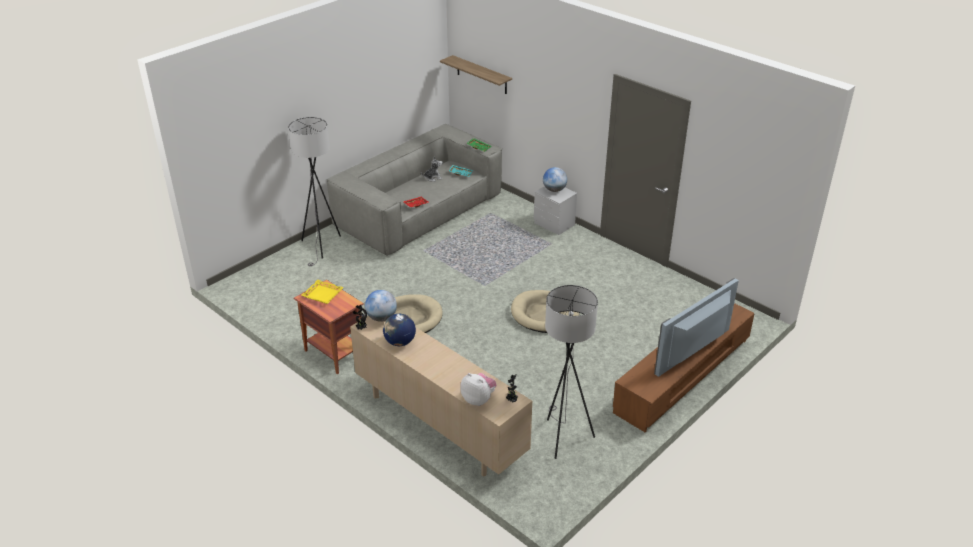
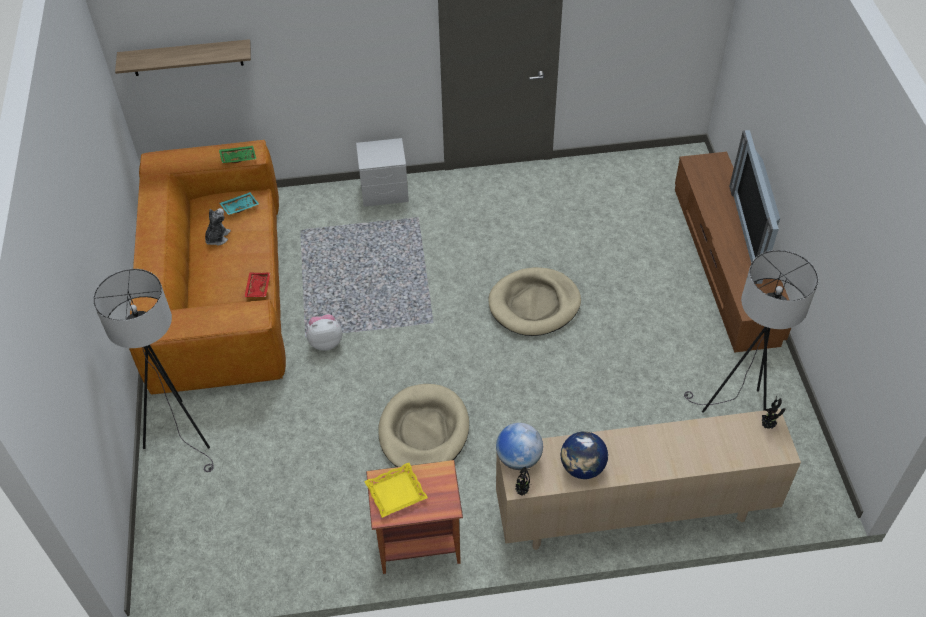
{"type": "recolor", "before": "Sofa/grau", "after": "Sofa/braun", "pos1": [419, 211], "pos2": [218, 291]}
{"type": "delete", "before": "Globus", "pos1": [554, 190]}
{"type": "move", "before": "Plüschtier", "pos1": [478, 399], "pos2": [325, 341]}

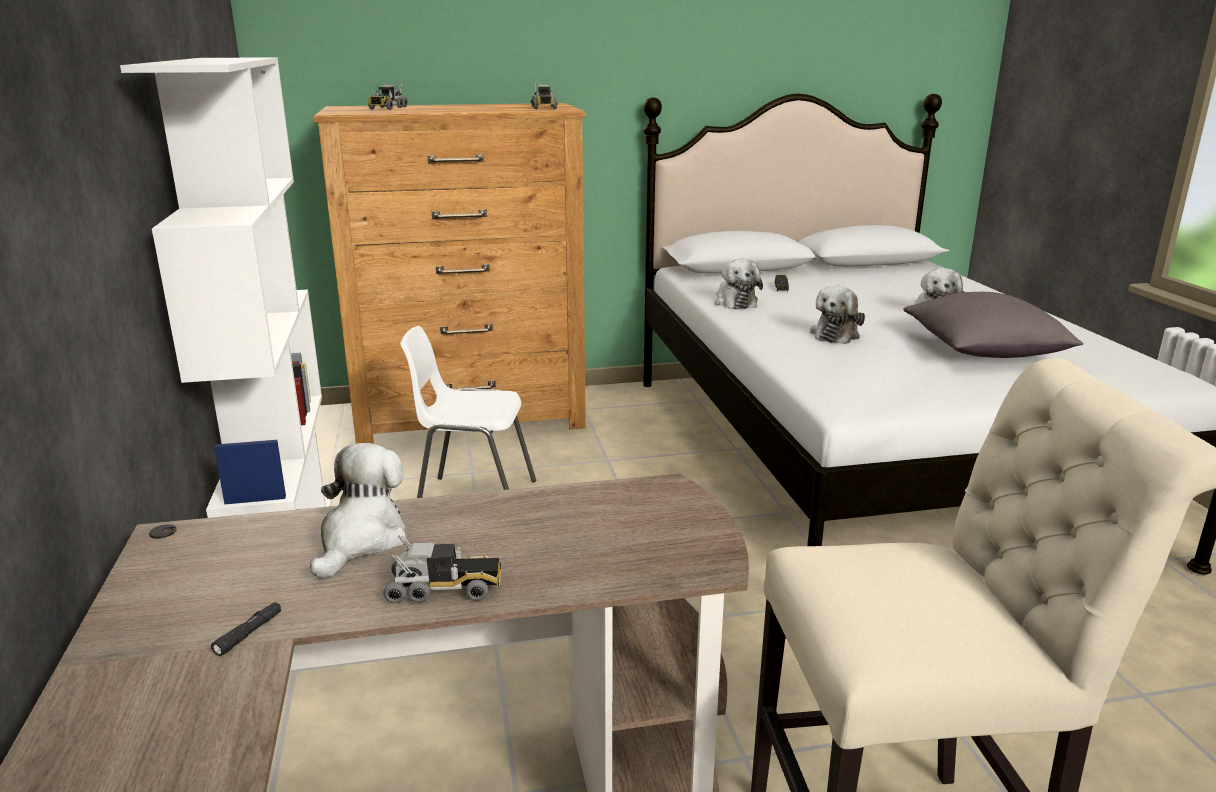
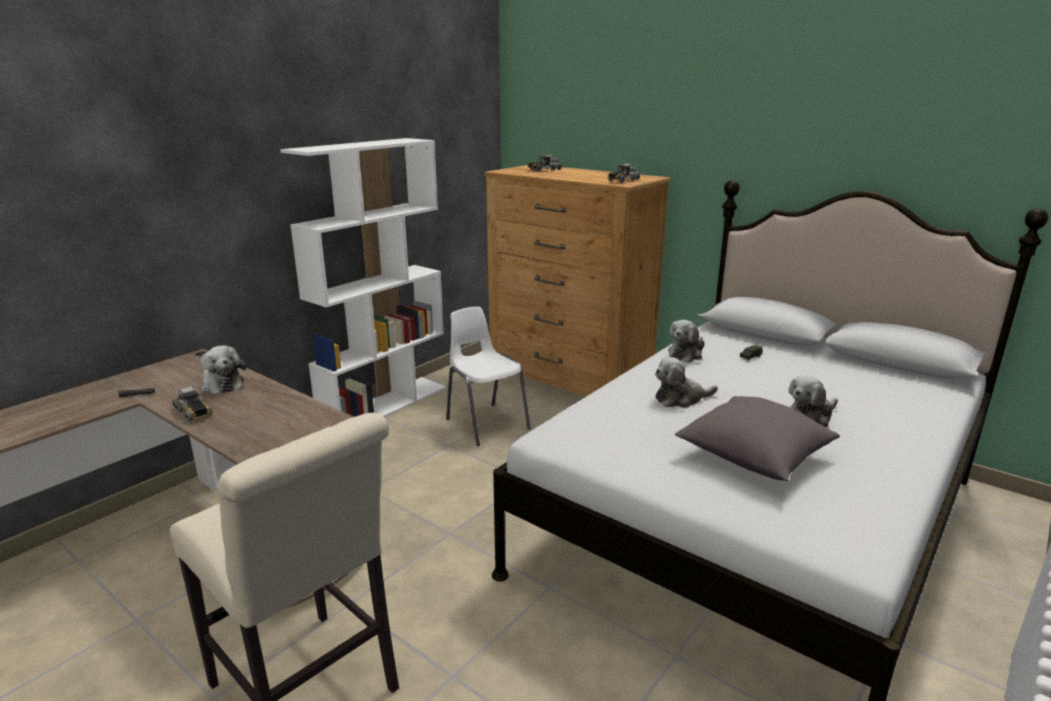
{"type": "rotate", "before": "Plüschtier", "pos1": [361, 540], "pos2": [222, 384], "turn": 75}

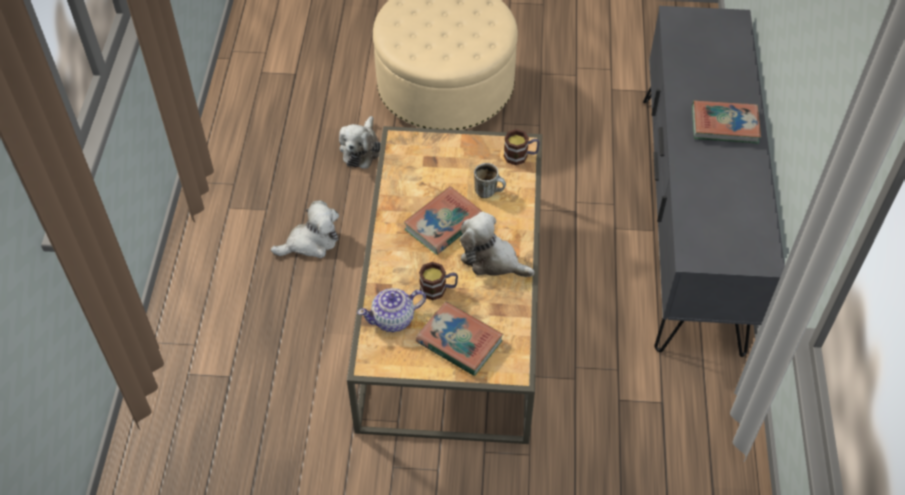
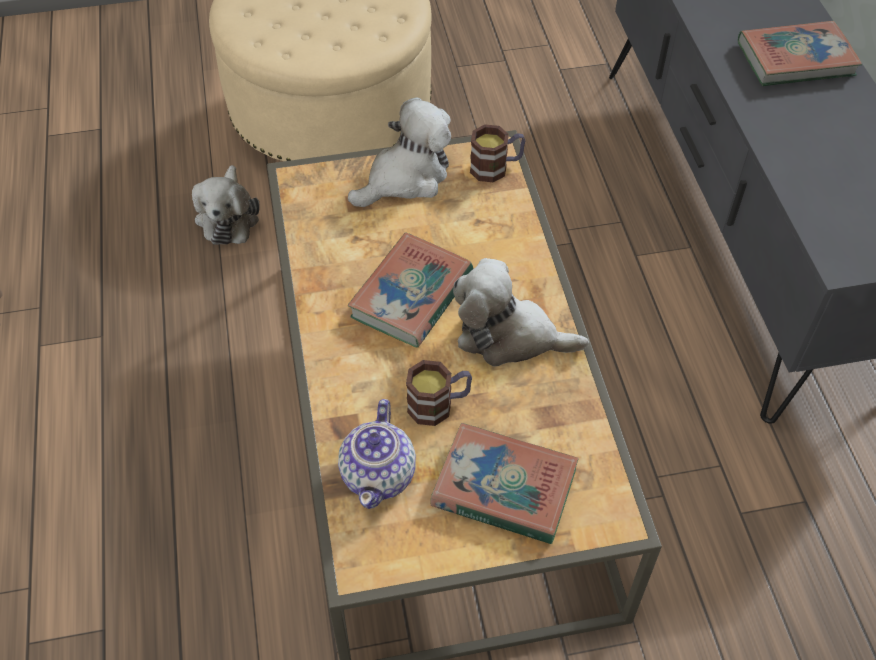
{"type": "delete", "before": "Henkelbecher", "pos1": [489, 192]}
{"type": "move", "before": "Plüschtier", "pos1": [311, 242], "pos2": [406, 178]}
{"type": "rotate", "before": "Teekanne", "pos1": [394, 319], "pos2": [379, 474], "turn": -45}

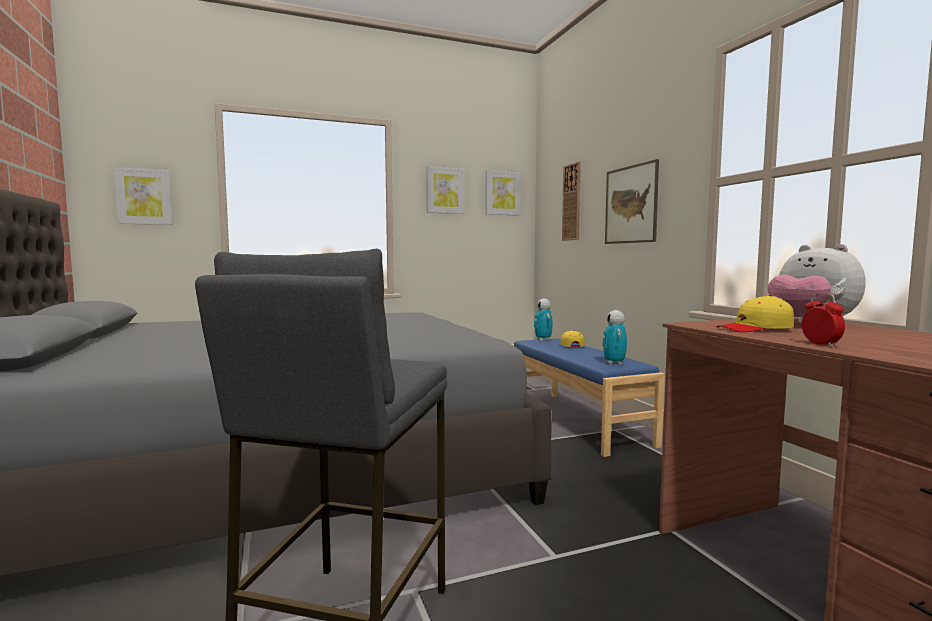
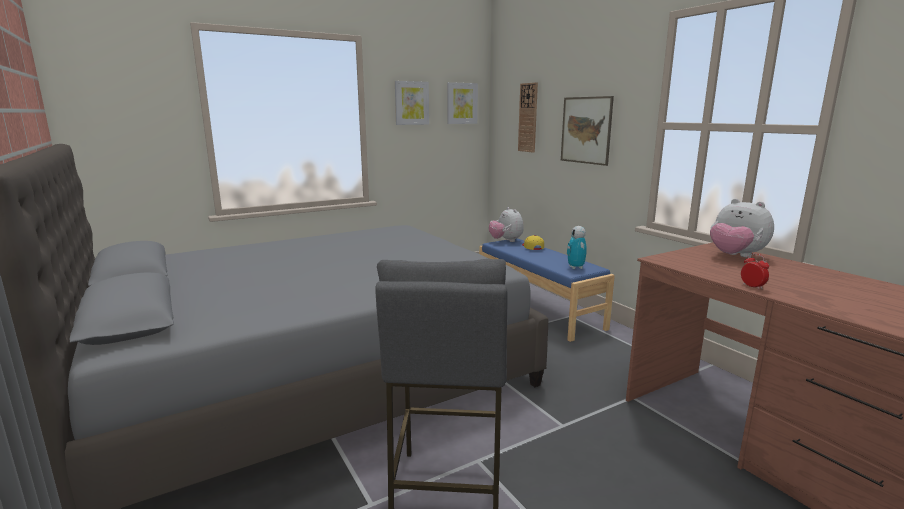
{"type": "delete", "before": "Bild", "pos1": [144, 197]}
{"type": "delete", "before": "Kappe/gelb", "pos1": [755, 329]}
{"type": "replace", "before": "Spielzeugroboter", "after": "Plüschtier", "pos1": [543, 340], "pos2": [506, 241]}

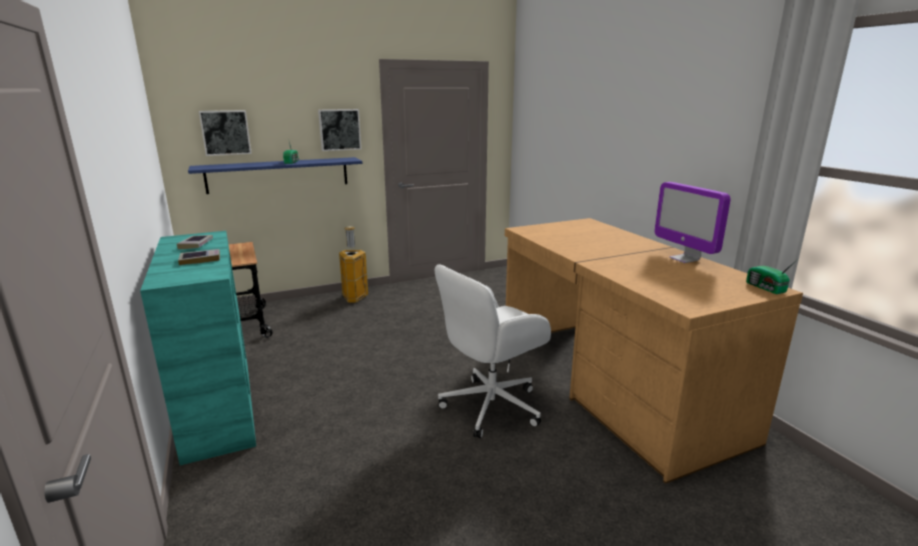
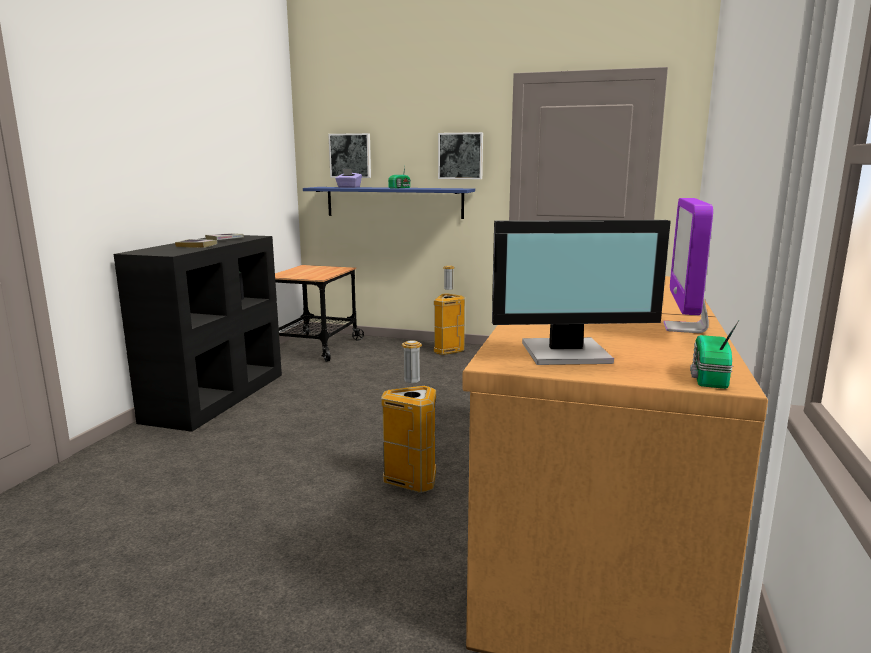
{"type": "recolor", "before": "Bücherregal/türkis", "after": "Bücherregal/schwarz", "pos1": [217, 407], "pos2": [215, 397]}
{"type": "replace", "before": "Bürostuhl/weiß", "after": "Mülleimer", "pos1": [491, 406], "pos2": [411, 481]}
{"type": "insert", "after": "Taschentuchbox/lila", "pos2": [348, 187]}
{"type": "insert", "after": "Monitor", "pos2": [568, 354]}

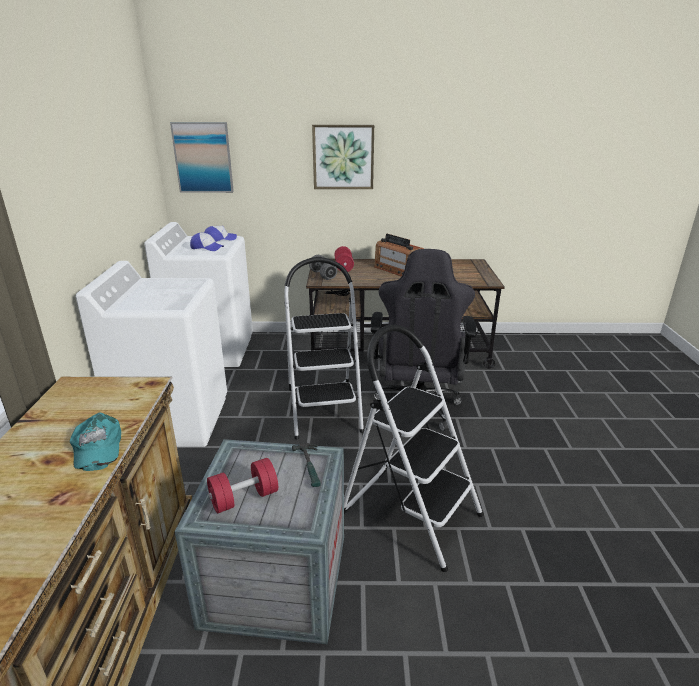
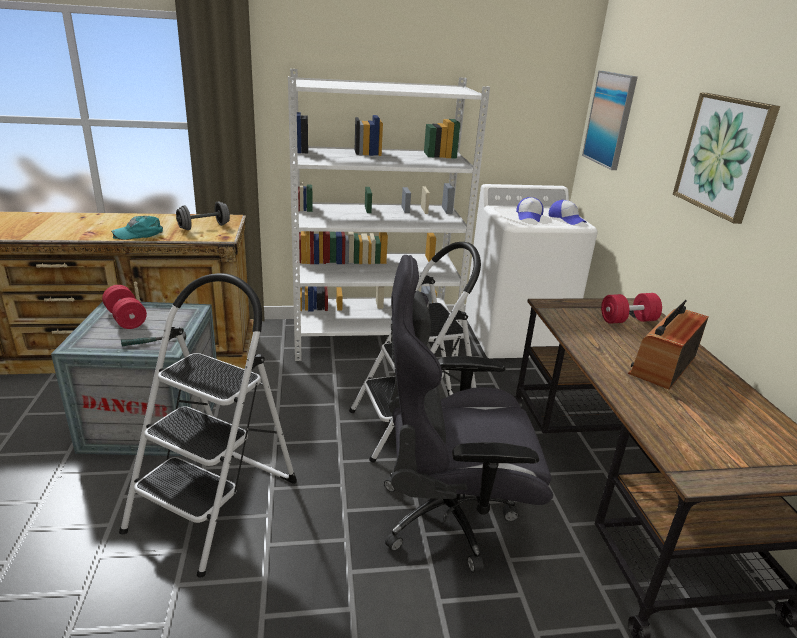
{"type": "move", "before": "Hantel/grau", "pos1": [323, 275], "pos2": [204, 227]}
{"type": "replace", "before": "Waschmaschine/weiß", "after": "Bücherregal/weiß", "pos1": [174, 419], "pos2": [374, 338]}

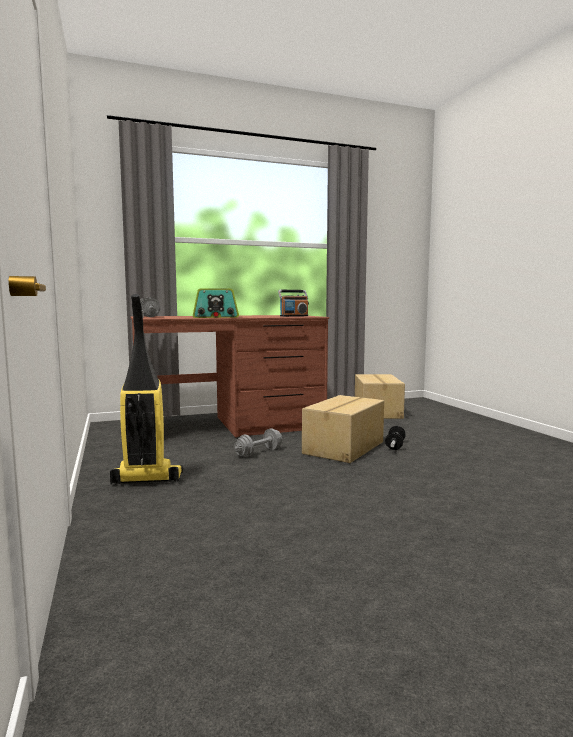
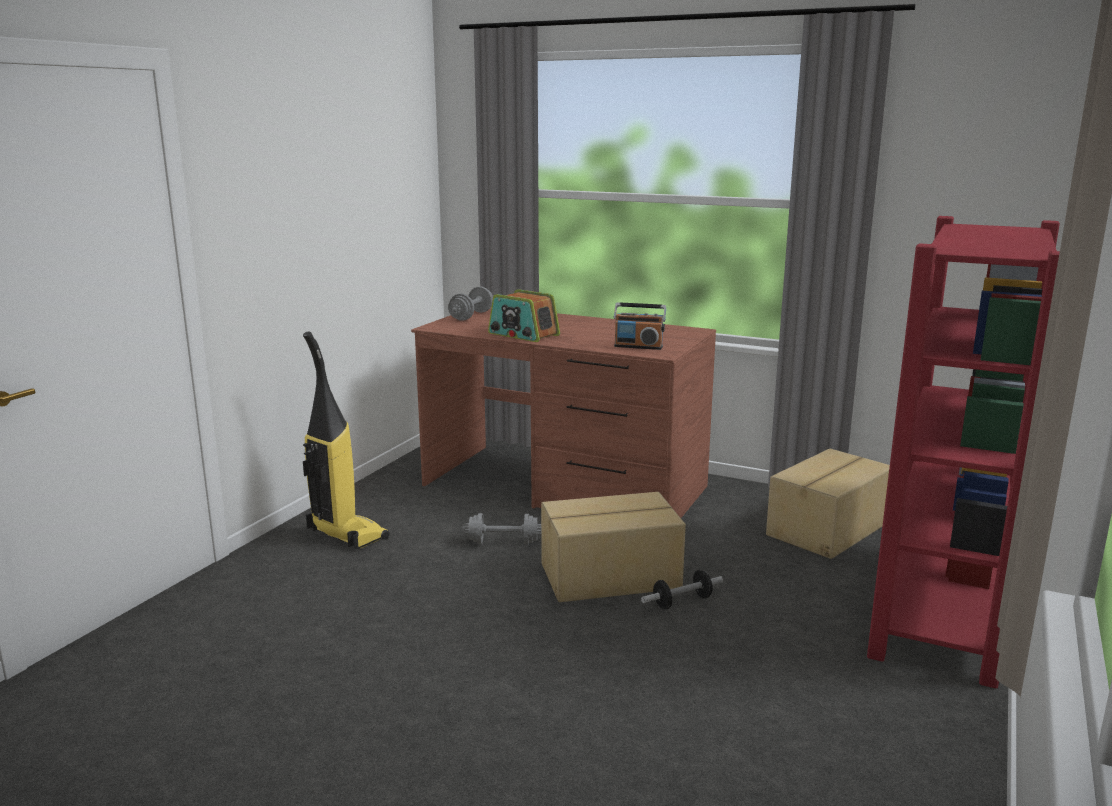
{"type": "insert", "after": "Bücherregal/rot", "pos2": [940, 610]}

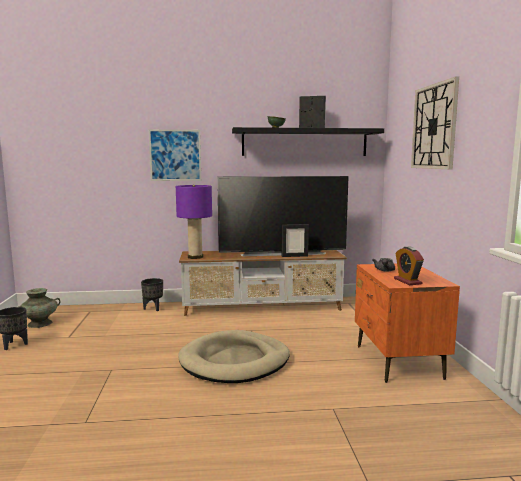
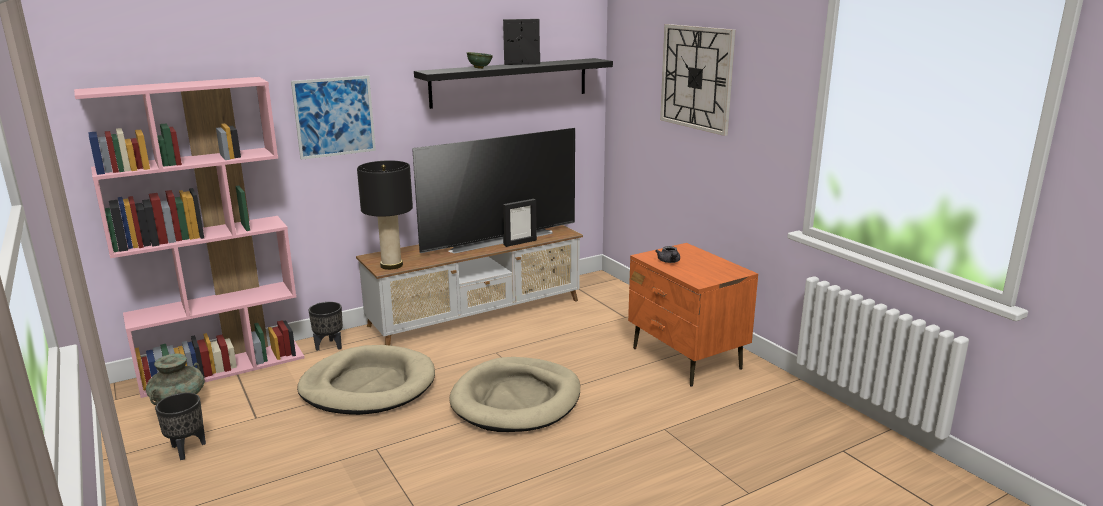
{"type": "recolor", "before": "Tischlampe/lila", "after": "Tischlampe/schwarz", "pos1": [195, 257], "pos2": [391, 265]}
{"type": "delete", "before": "Wecker", "pos1": [407, 281]}
{"type": "insert", "after": "Bücherregal/rosa", "pos2": [223, 367]}
{"type": "insert", "after": "Hundebett/beige", "pos2": [368, 386]}

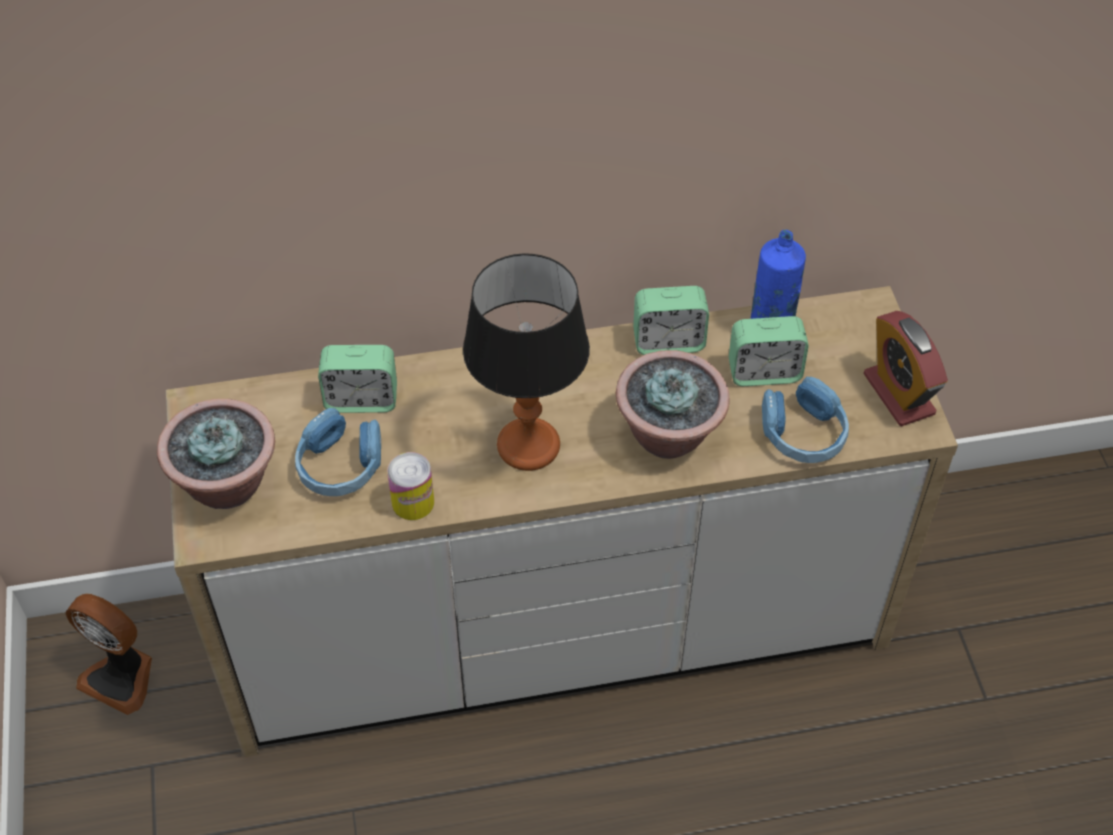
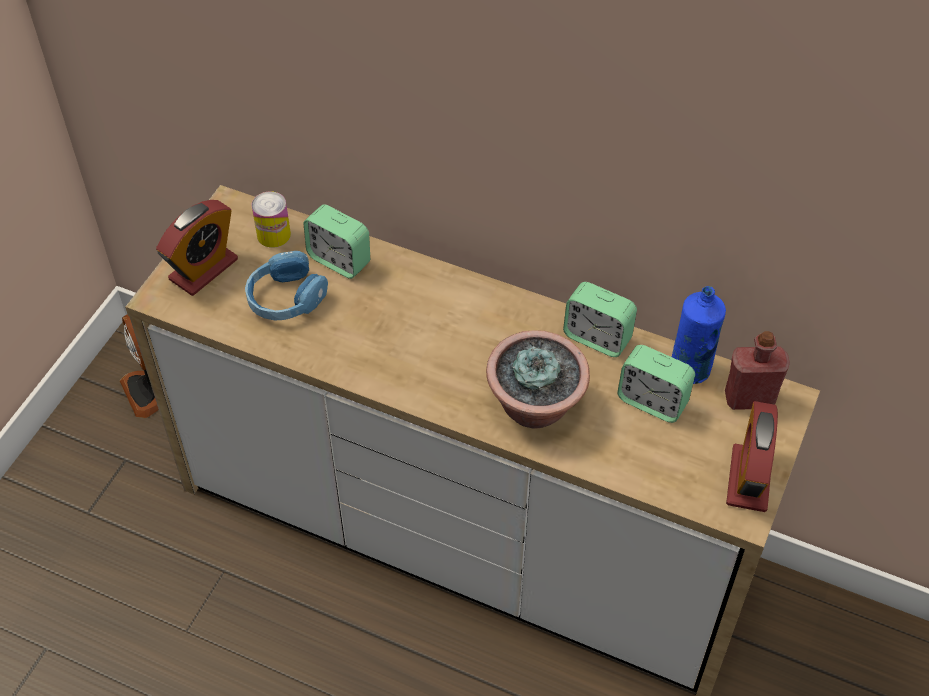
{"type": "delete", "before": "Tischlampe", "pos1": [529, 445]}
{"type": "delete", "before": "Kopfhörer/blau", "pos1": [803, 433]}
{"type": "replace", "before": "Topfpflanze", "after": "Wecker", "pos1": [227, 484], "pos2": [203, 269]}
{"type": "move", "before": "Dose", "pos1": [413, 502], "pos2": [273, 235]}
{"type": "insert", "after": "Flasche/rot", "pos2": [749, 398]}

